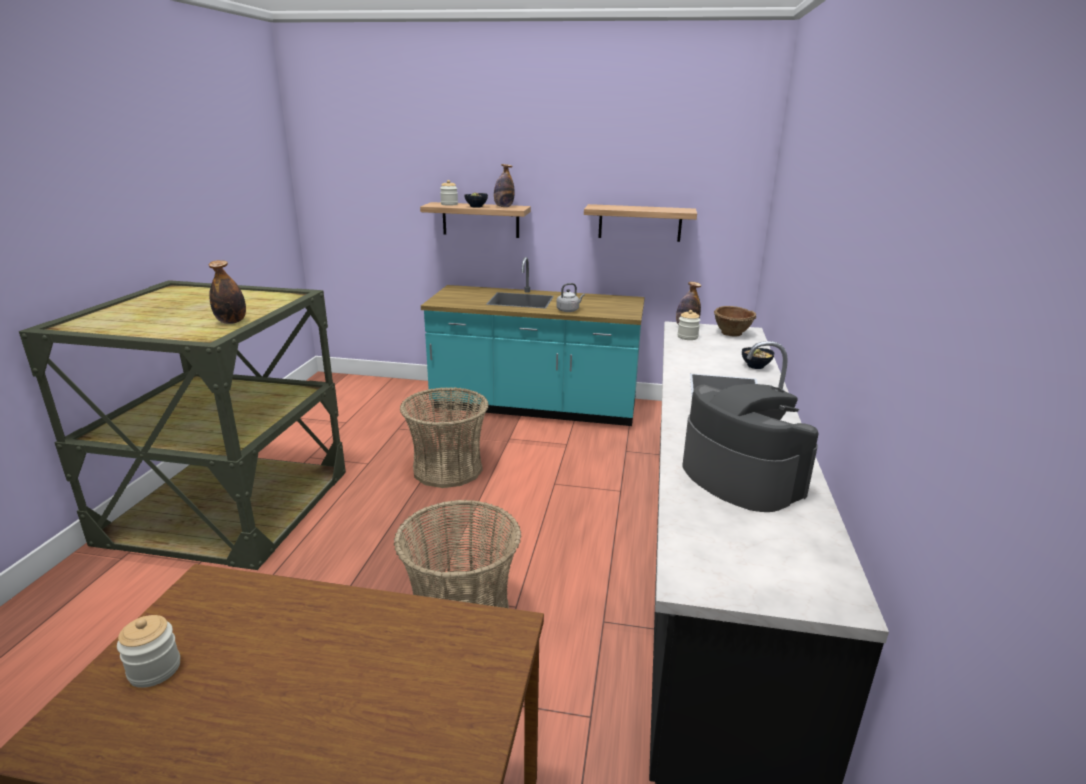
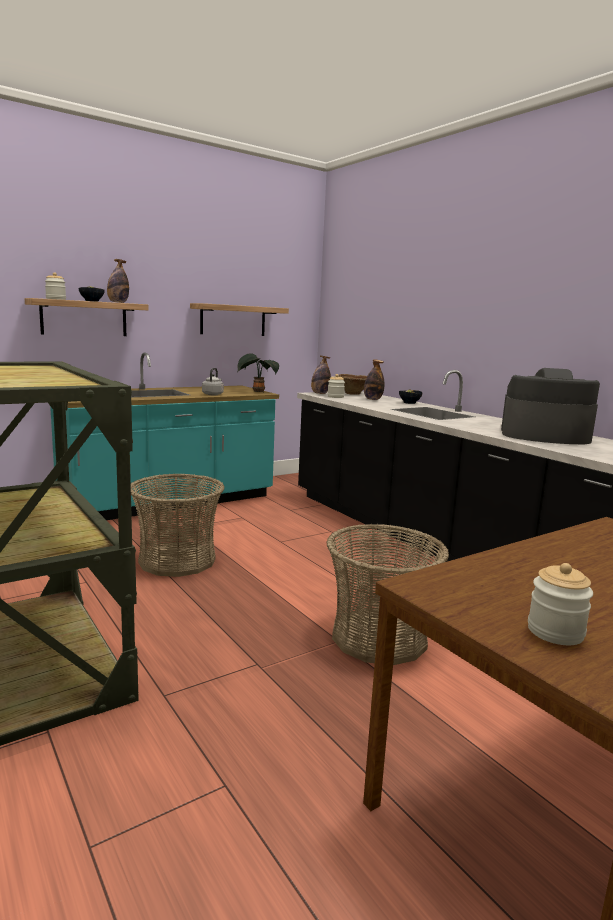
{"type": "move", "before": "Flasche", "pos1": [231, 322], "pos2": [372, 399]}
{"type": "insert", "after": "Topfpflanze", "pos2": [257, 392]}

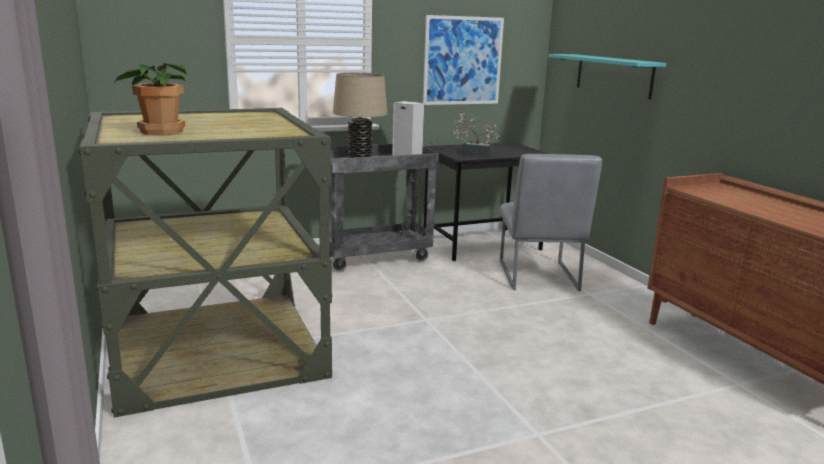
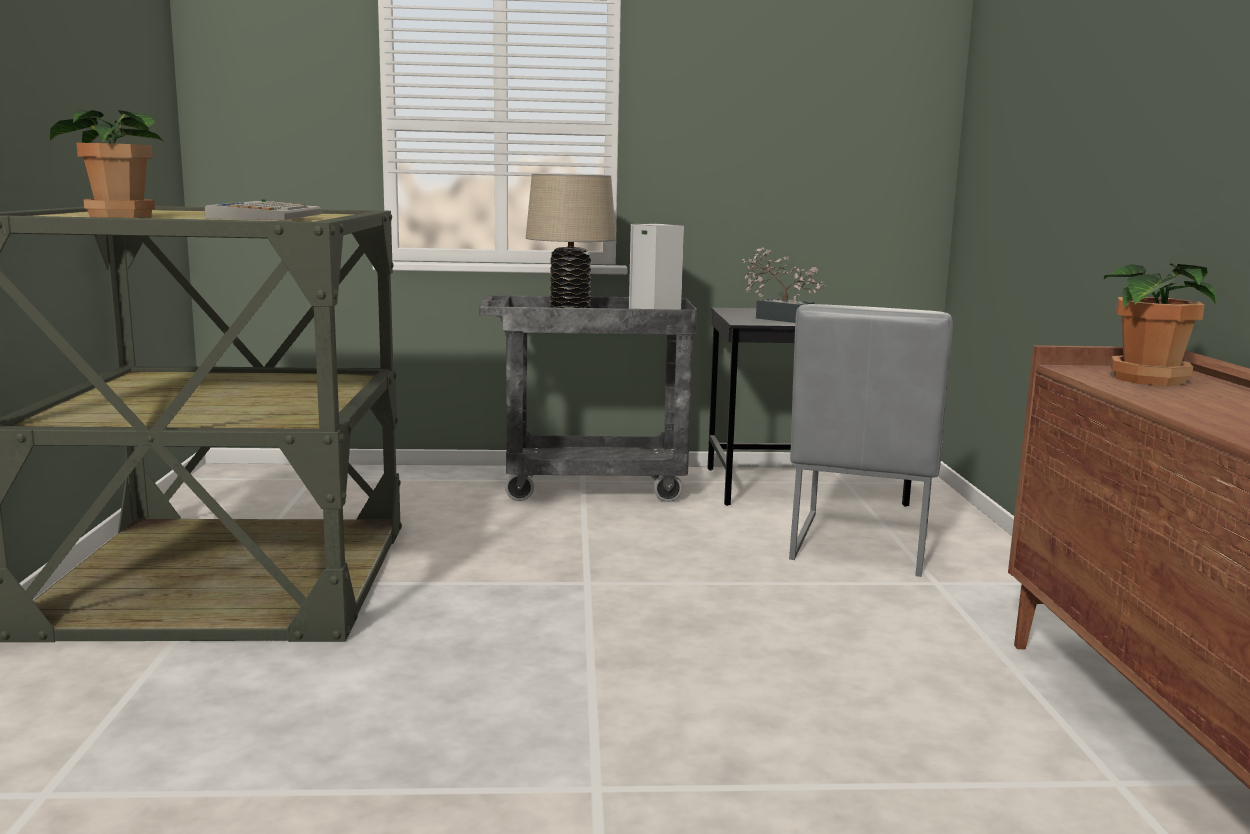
{"type": "delete", "before": "Bild", "pos1": [463, 61]}
{"type": "delete", "before": "Wandregal/türkis", "pos1": [613, 75]}
{"type": "insert", "after": "Tastatur", "pos2": [267, 216]}
{"type": "insert", "after": "Topfpflanze", "pos2": [1145, 379]}

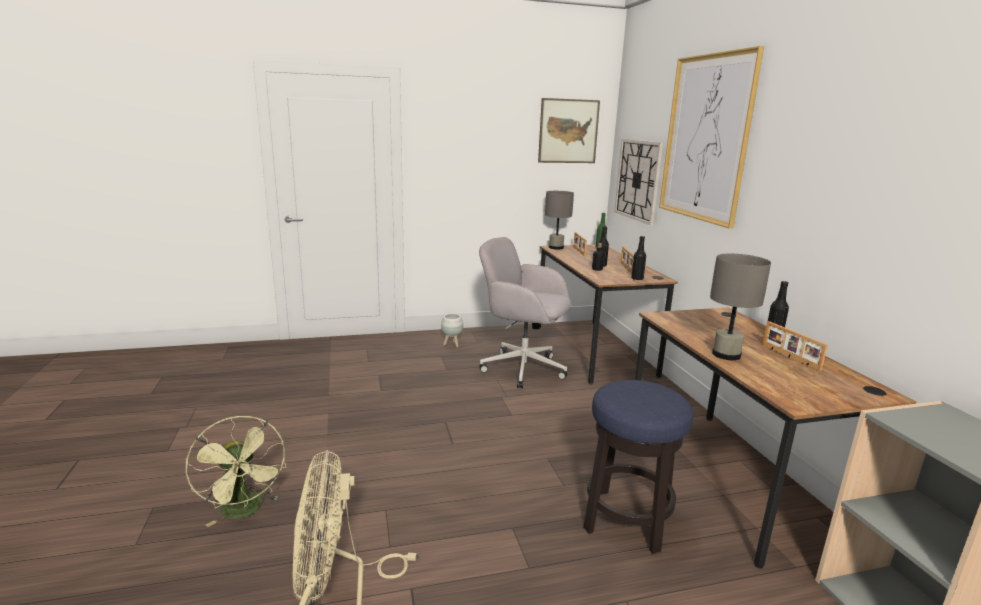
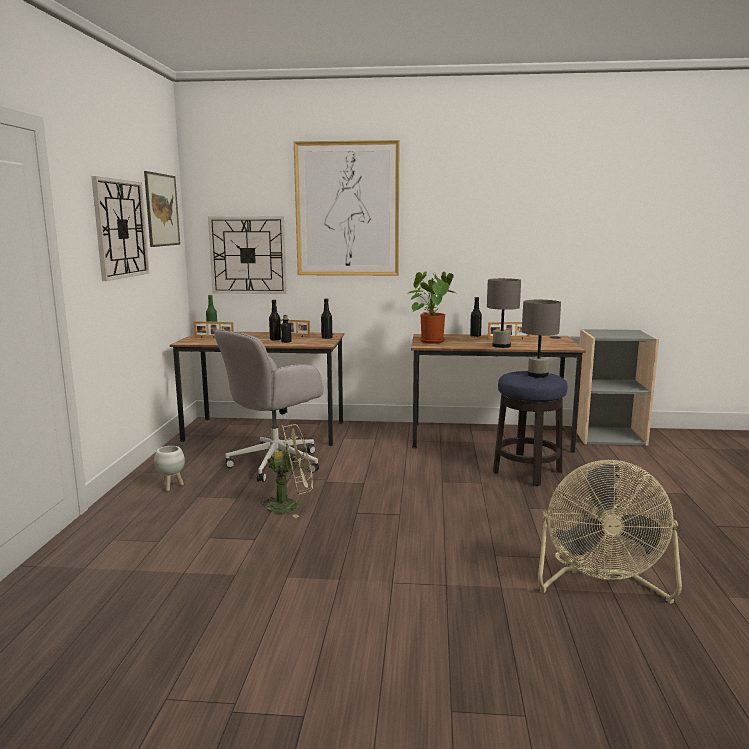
{"type": "move", "before": "Tischlampe/grau", "pos1": [556, 247], "pos2": [538, 375]}
{"type": "move", "before": "Ventilator/grün", "pos1": [245, 511], "pos2": [290, 506]}
{"type": "insert", "after": "Wanduhr", "pos2": [121, 229]}
{"type": "insert", "after": "Topfpflanze", "pos2": [430, 341]}

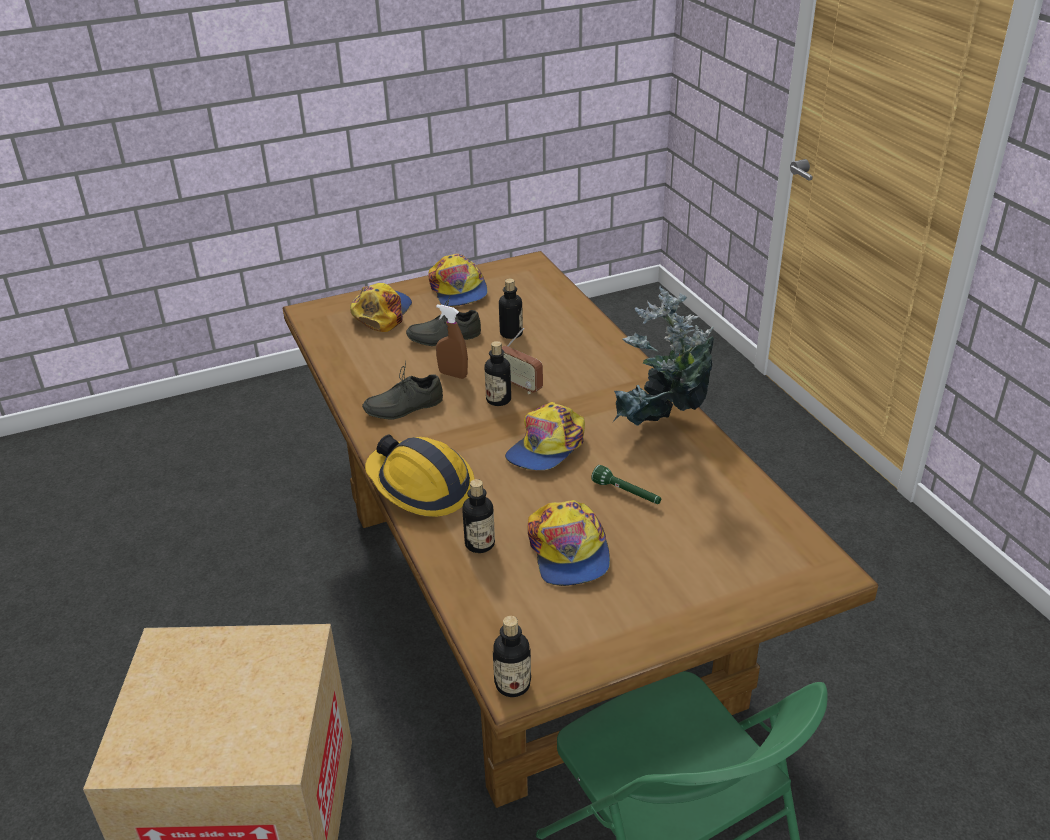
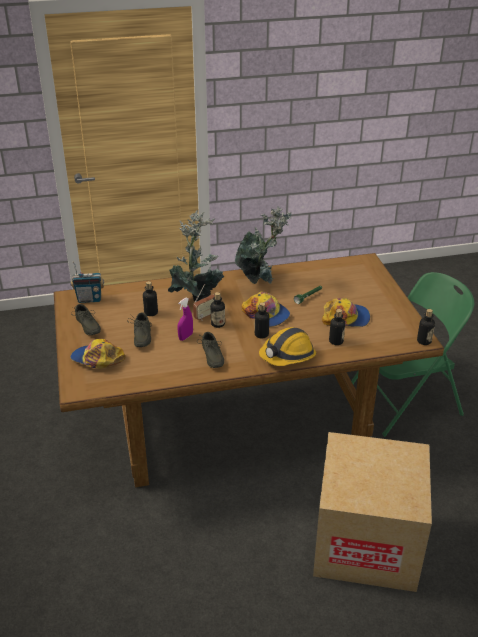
{"type": "replace", "before": "Kappe", "after": "Schuh/grau", "pos1": [458, 290], "pos2": [86, 326]}
{"type": "recolor", "before": "Sprühflasche/braun", "after": "Sprühflasche/lila", "pos1": [453, 374], "pos2": [185, 337]}
{"type": "insert", "after": "Topfpflanze", "pos2": [196, 296]}
{"type": "insert", "after": "Radio", "pos2": [89, 299]}
{"type": "insert", "after": "Flasche", "pos2": [261, 334]}

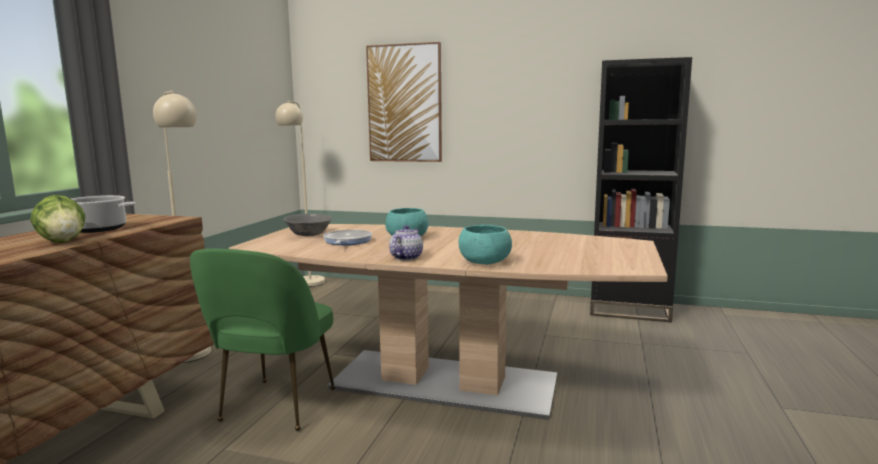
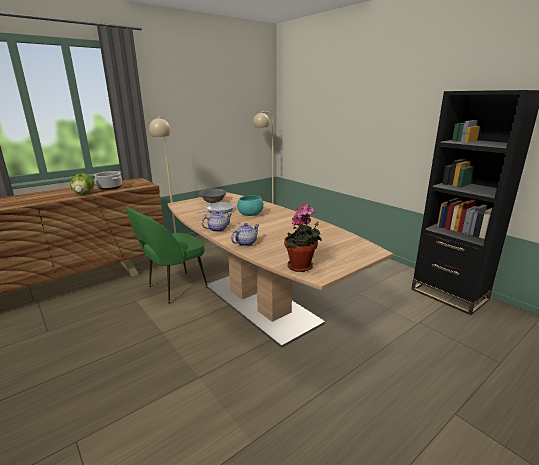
{"type": "delete", "before": "Bild", "pos1": [404, 103]}
{"type": "replace", "before": "Schüssel/türkis", "after": "Teekanne", "pos1": [484, 262], "pos2": [246, 243]}
{"type": "insert", "after": "Topfpflanze", "pos2": [301, 267]}

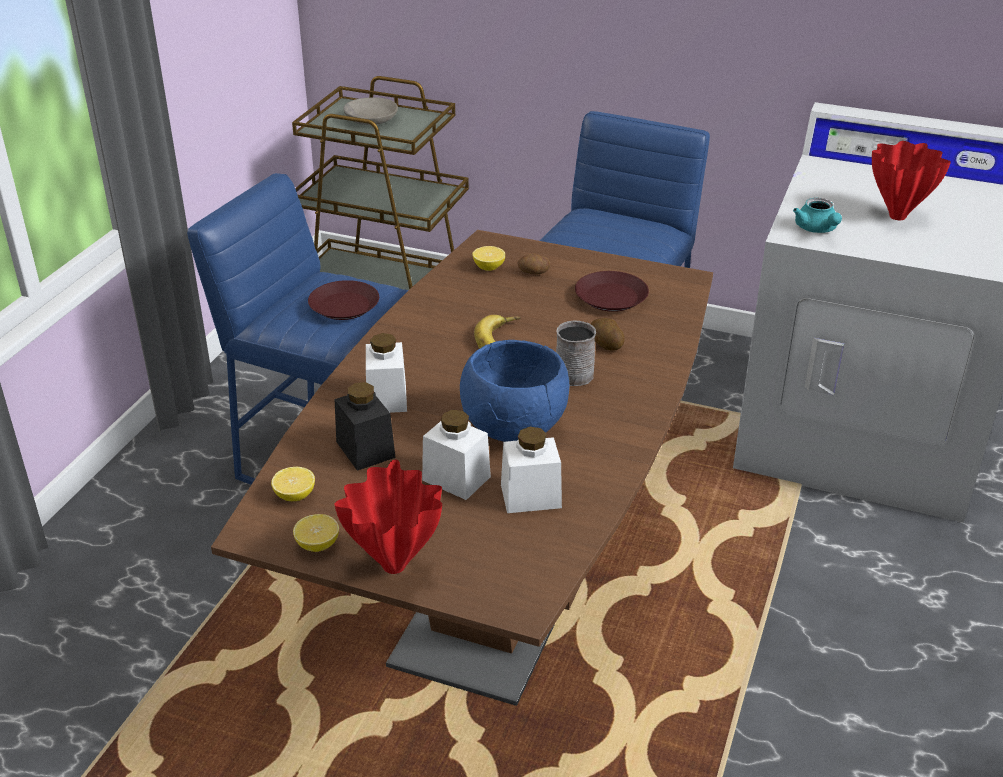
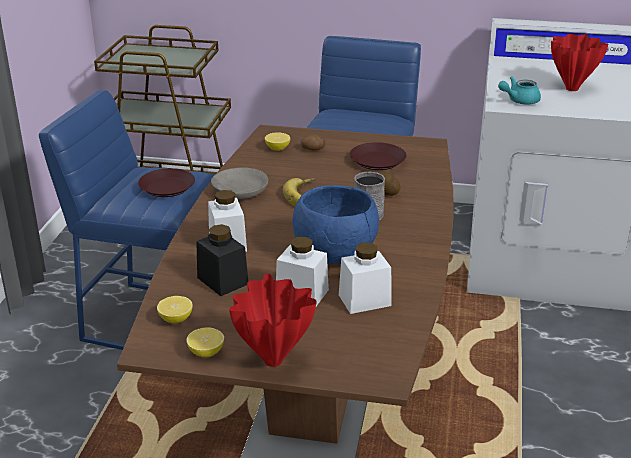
{"type": "move", "before": "Schüssel/grau", "pos1": [370, 119], "pos2": [239, 191]}
{"type": "rotate", "before": "Teekanne/türkis", "pos1": [817, 229], "pos2": [519, 101], "turn": 90}

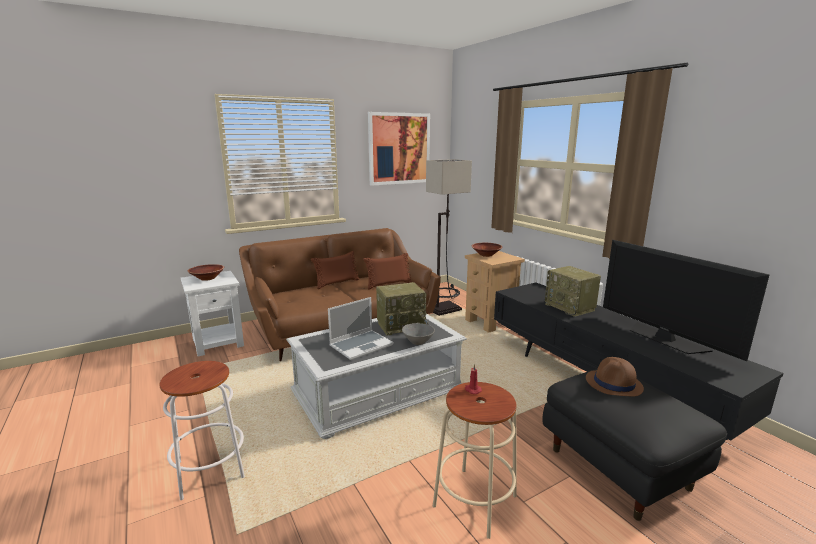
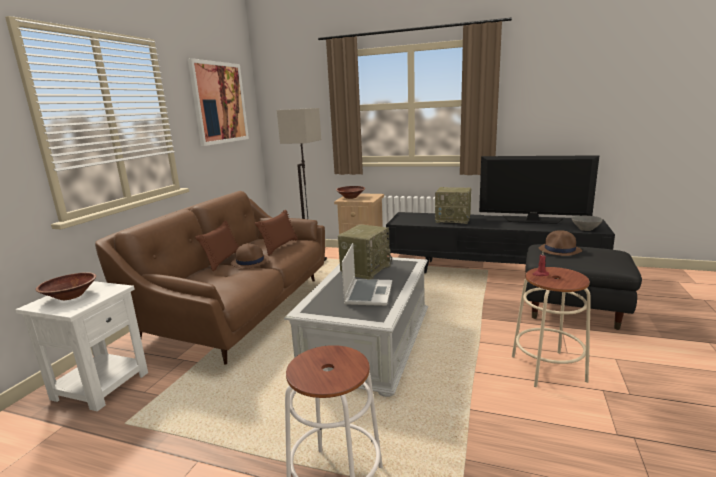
{"type": "move", "before": "Schüssel/grau", "pos1": [418, 342], "pos2": [585, 229]}
{"type": "insert", "after": "Hut/braun", "pos2": [250, 262]}

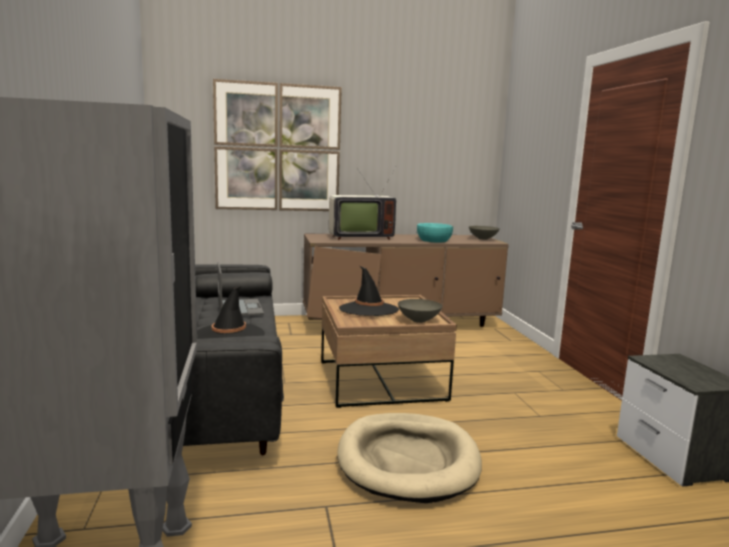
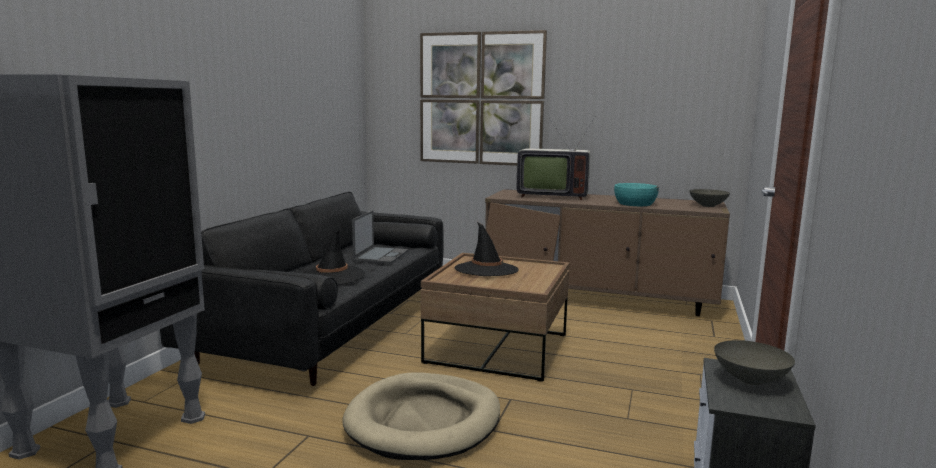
{"type": "move", "before": "Schüssel/grau", "pos1": [419, 320], "pos2": [751, 380]}

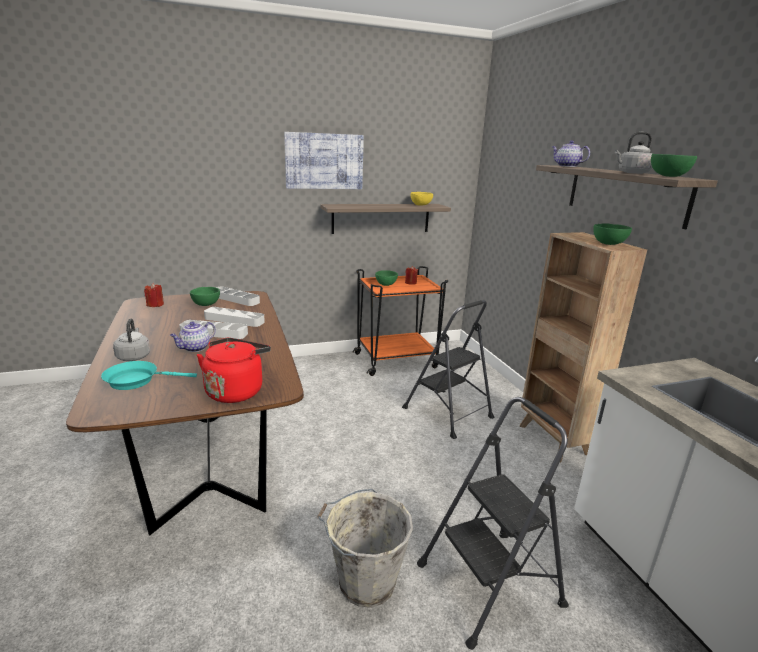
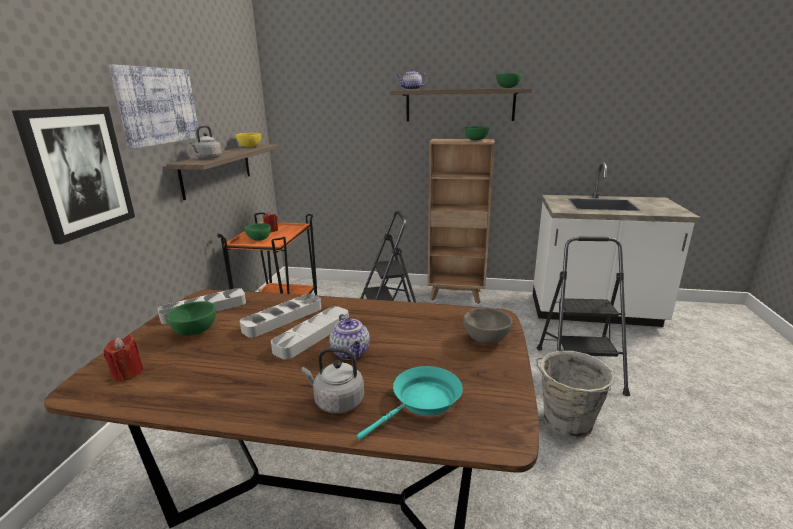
{"type": "move", "before": "Wasserkessel/grau", "pos1": [632, 173], "pos2": [208, 158]}
{"type": "replace", "before": "Wasserkessel/rot", "after": "Schüssel/grau", "pos1": [236, 391], "pos2": [486, 339]}
{"type": "rotate", "before": "Pfanne/türkis", "pos1": [136, 380], "pos2": [422, 402], "turn": -150}
{"type": "insert", "after": "Bild", "pos2": [79, 171]}

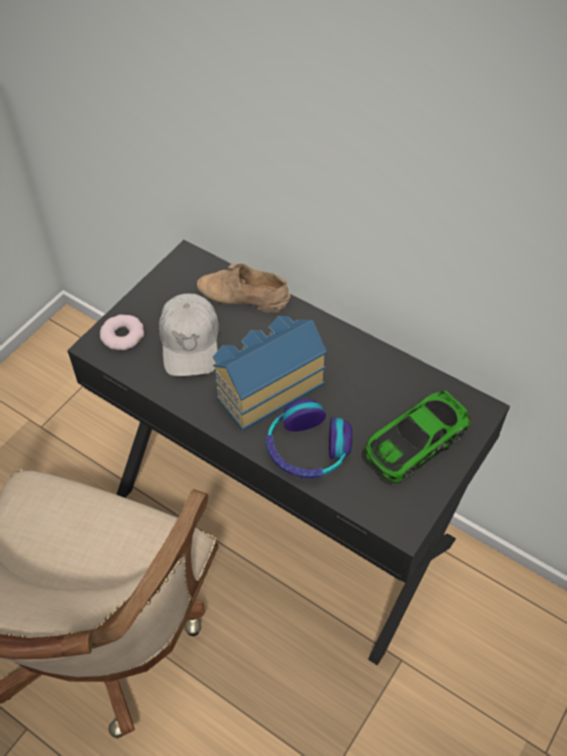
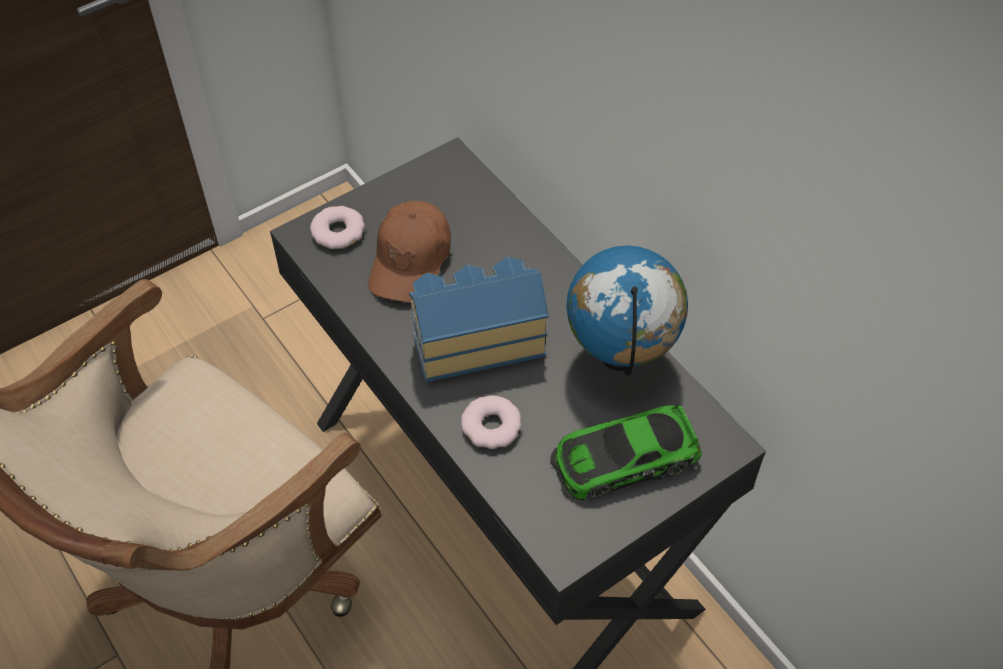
{"type": "delete", "before": "Schuh/beige", "pos1": [242, 297]}
{"type": "recolor", "before": "Kappe/weiß", "after": "Kappe/braun", "pos1": [190, 342], "pos2": [411, 261]}
{"type": "replace", "before": "Kopfhörer", "after": "Donut", "pos1": [307, 448], "pos2": [491, 426]}
{"type": "insert", "after": "Globus", "pos2": [620, 357]}

